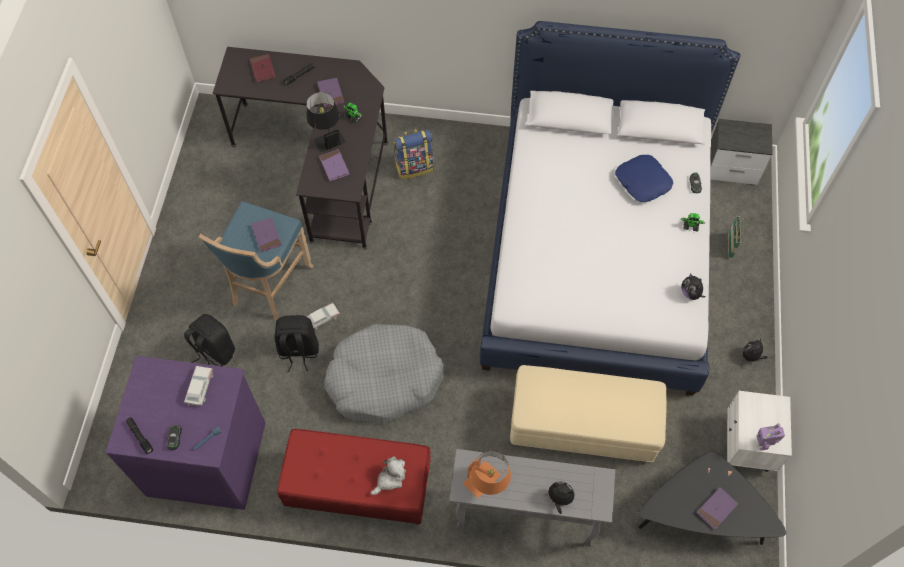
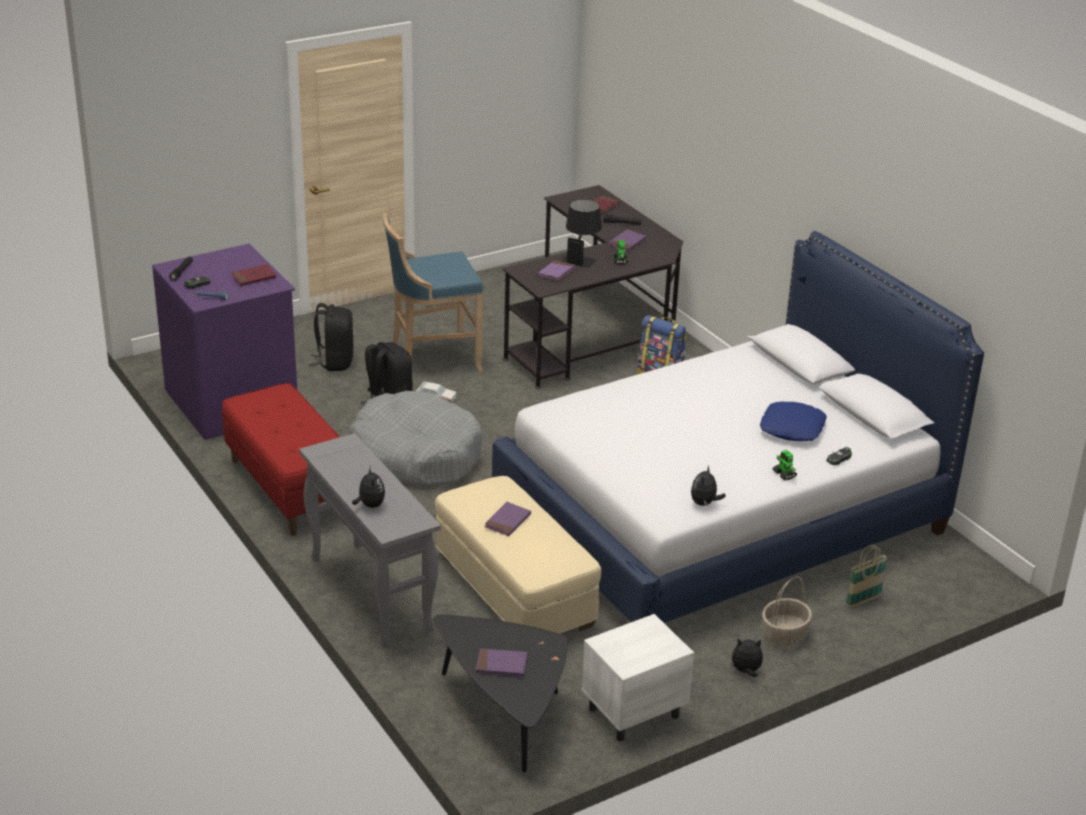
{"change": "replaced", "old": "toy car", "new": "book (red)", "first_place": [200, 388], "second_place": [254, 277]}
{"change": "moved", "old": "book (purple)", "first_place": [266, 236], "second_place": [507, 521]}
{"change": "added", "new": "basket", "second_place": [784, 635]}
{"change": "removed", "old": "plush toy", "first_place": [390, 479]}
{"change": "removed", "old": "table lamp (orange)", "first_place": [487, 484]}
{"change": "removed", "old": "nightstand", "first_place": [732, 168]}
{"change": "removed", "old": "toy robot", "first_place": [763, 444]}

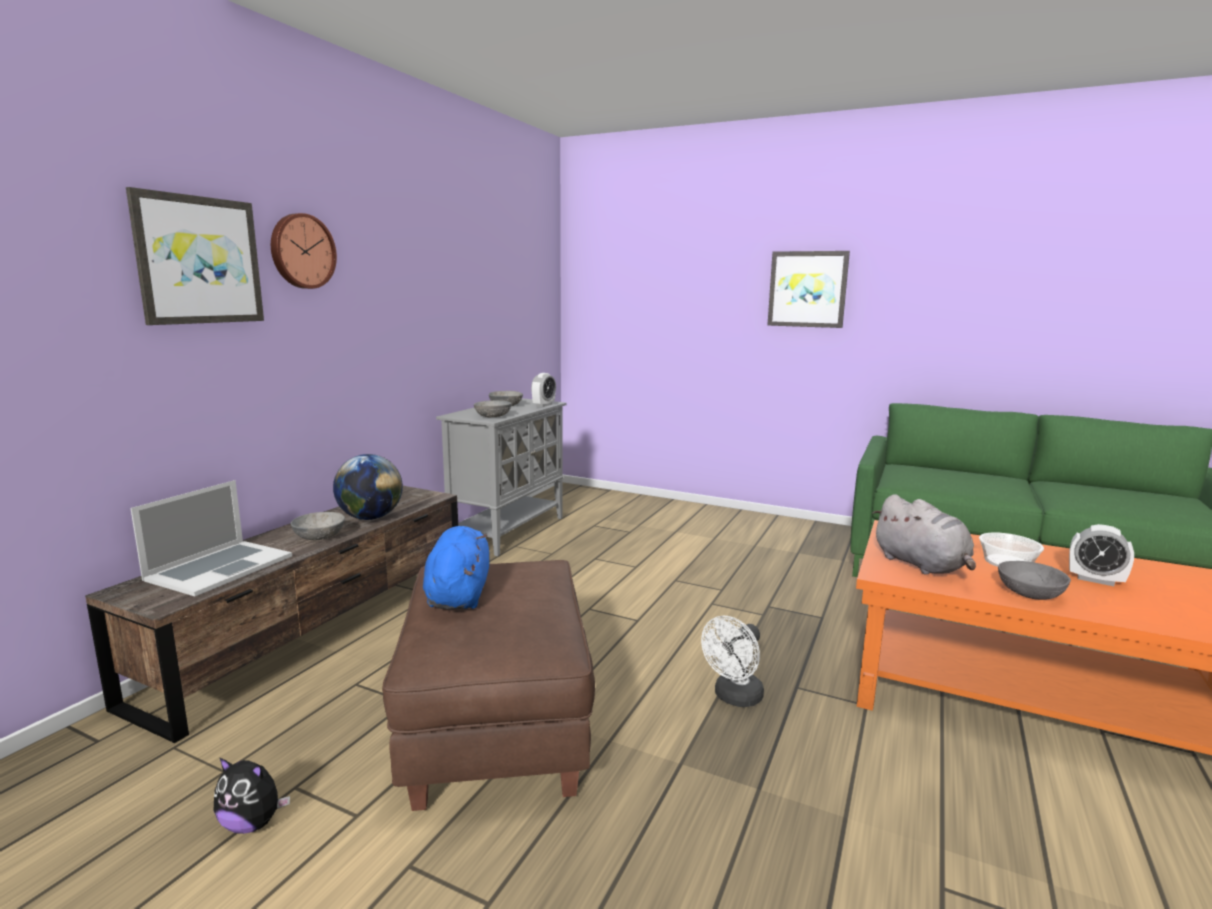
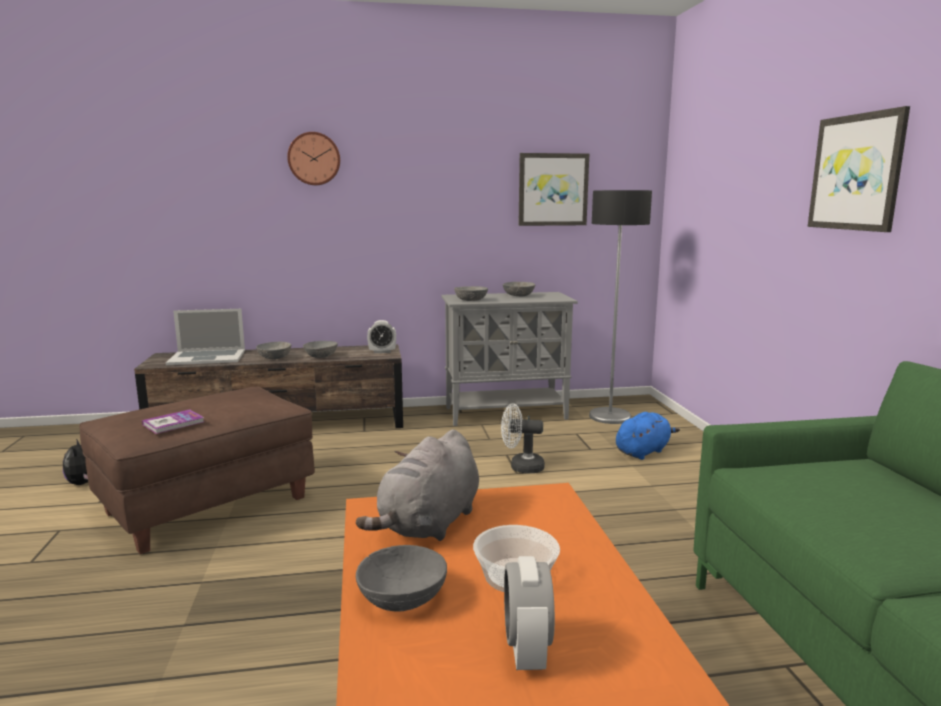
{"change": "added", "new": "book", "second_place": [173, 423]}
{"change": "replaced", "old": "globe", "new": "bowl (grey)", "first_place": [370, 518], "second_place": [321, 356]}
{"change": "moved", "old": "alarm clock", "first_place": [543, 405], "second_place": [382, 352]}
{"change": "moved", "old": "fan (white)", "first_place": [734, 698], "second_place": [521, 467]}
{"change": "moved", "old": "picture", "first_place": [198, 260], "second_place": [553, 189]}
{"change": "added", "new": "floor lamp", "second_place": [610, 416]}
{"change": "moved", "old": "plush toy (blue)", "first_place": [458, 594], "second_place": [643, 451]}

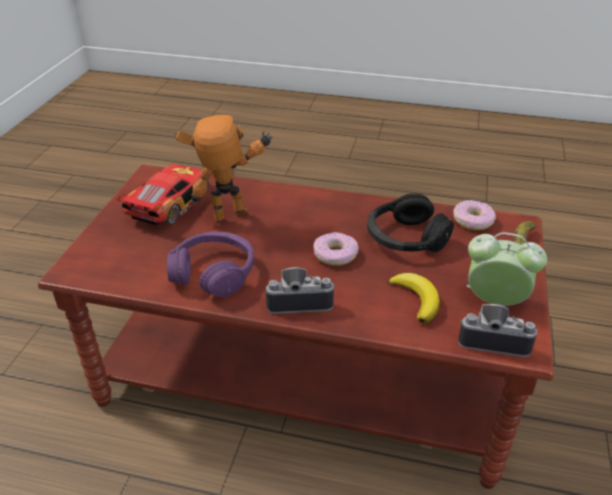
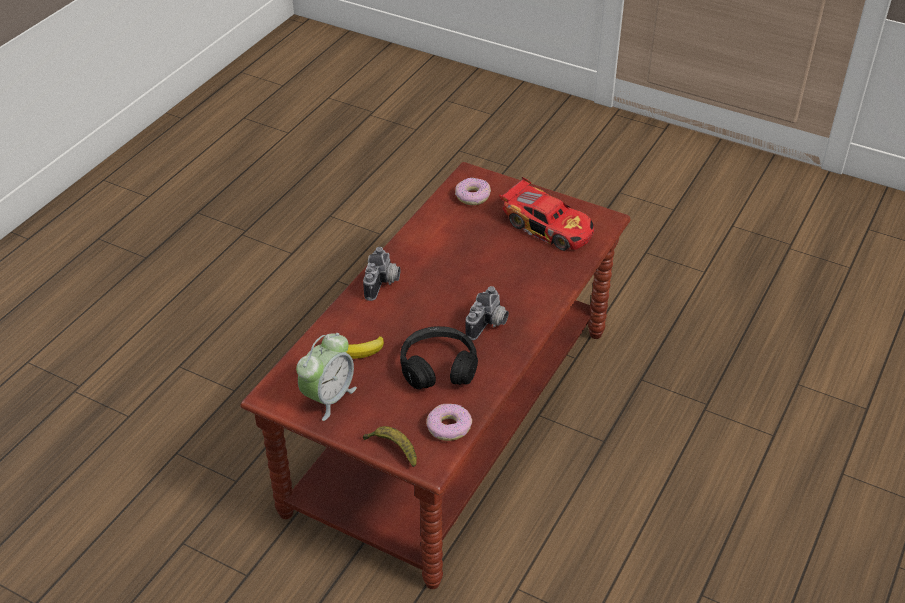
{"change": "moved", "old": "donut", "first_place": [335, 255], "second_place": [472, 196]}
{"change": "moved", "old": "photo camera", "first_place": [493, 339], "second_place": [489, 325]}
{"change": "removed", "old": "headphones (purple)", "first_place": [214, 273]}
{"change": "removed", "old": "toy robot", "first_place": [233, 219]}

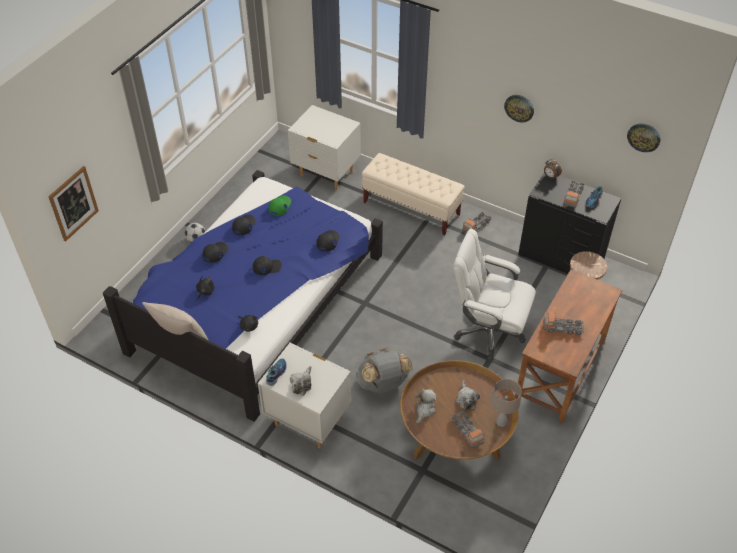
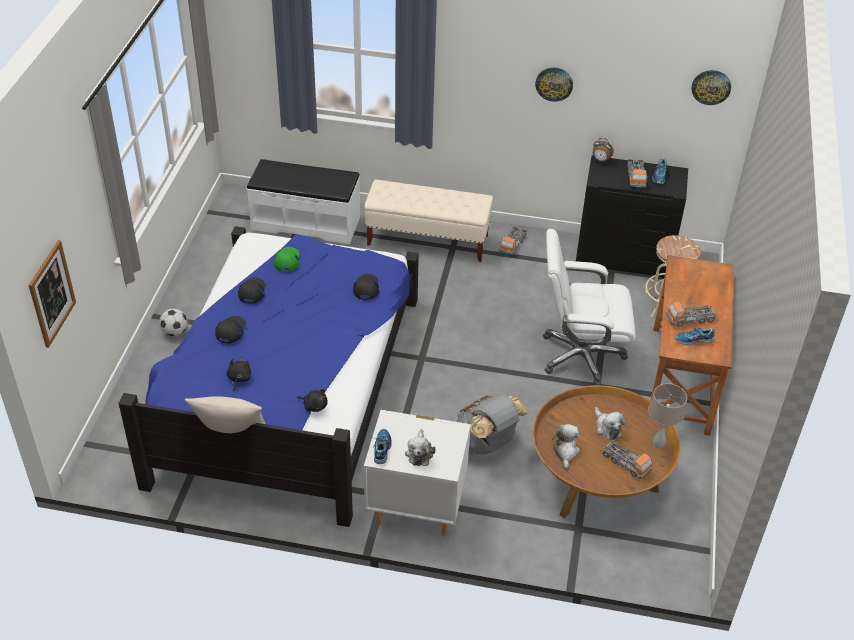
{"change": "replaced", "old": "nightstand (white)", "new": "bench (white)", "first_place": [326, 174], "second_place": [306, 222]}
{"change": "added", "new": "shoe", "second_place": [694, 340]}
{"change": "removed", "old": "cap (black)", "first_place": [267, 267]}

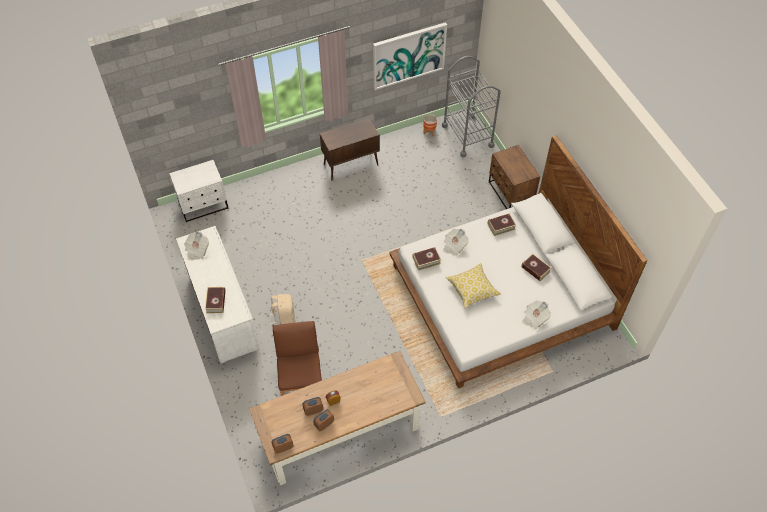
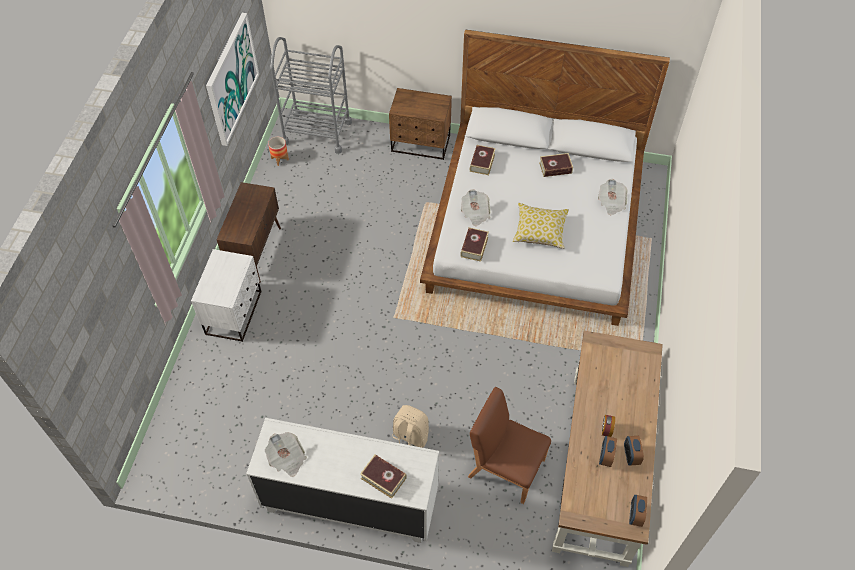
{"change": "moved", "old": "nightstand (white)", "first_place": [203, 205], "second_place": [234, 312]}

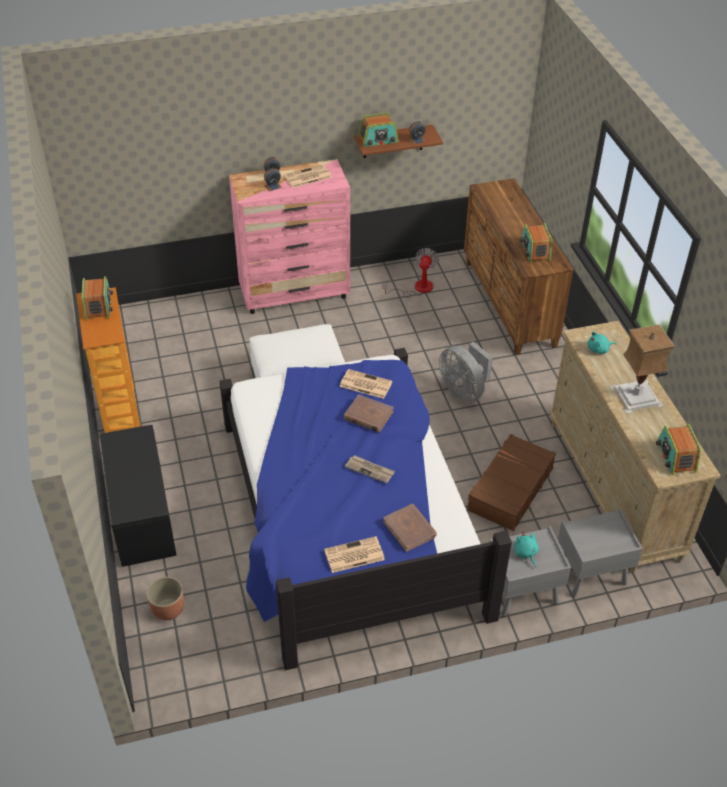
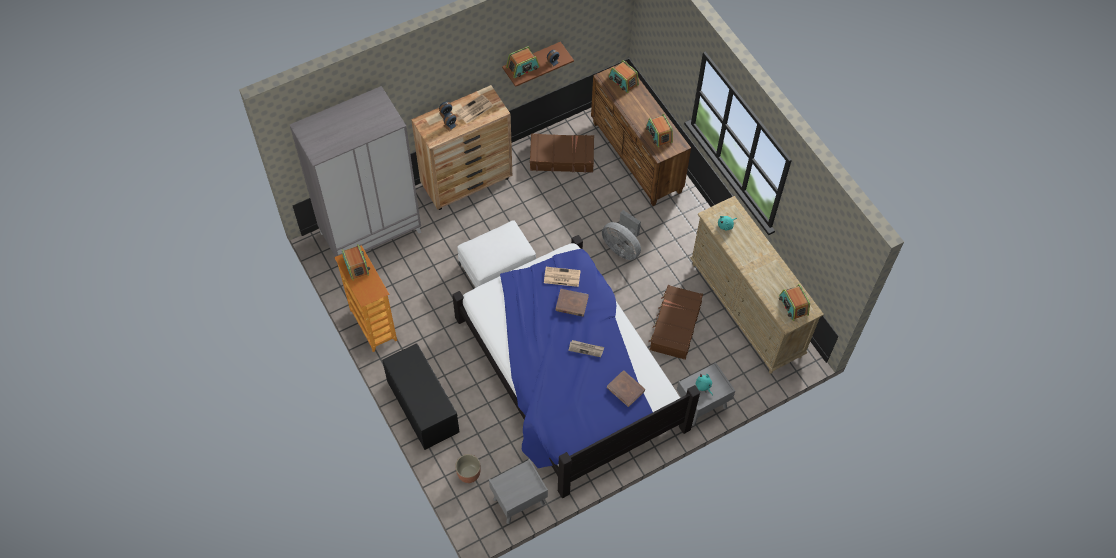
{"change": "added", "new": "wardrobe (grey)", "second_place": [371, 232]}
{"change": "recoloured", "old": "dresser (pink)", "new": "dresser (brown)", "first_place": [295, 293], "second_place": [467, 182]}
{"change": "moved", "old": "nightstand (grey)", "first_place": [590, 575], "second_place": [518, 502]}
{"change": "replaced", "old": "fan", "new": "suitcase (brown)", "first_place": [417, 288], "second_place": [561, 157]}
{"change": "added", "new": "radio", "second_place": [623, 81]}
{"change": "removed", "old": "newspaper", "first_place": [353, 555]}
{"change": "removed", "old": "table lamp", "first_place": [635, 397]}

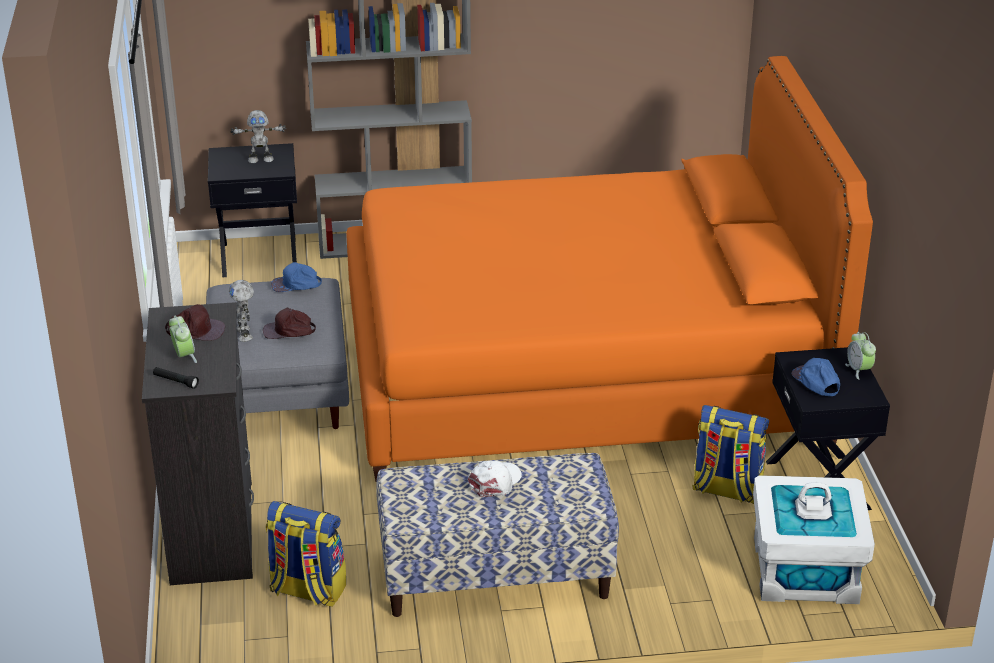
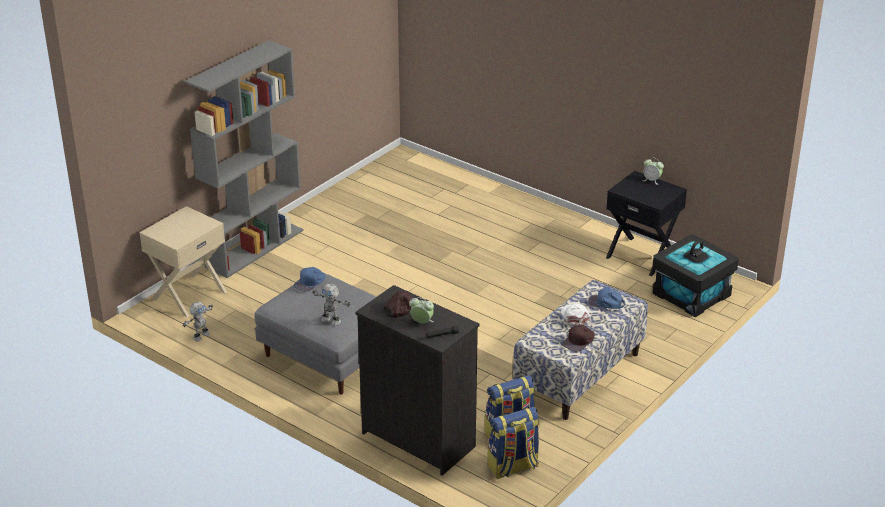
{"change": "recoloured", "old": "nightstand (black)", "new": "nightstand (beige)", "first_place": [259, 256], "second_place": [188, 295]}
{"change": "moved", "old": "toy robot", "first_place": [260, 159], "second_place": [200, 336]}
{"change": "moved", "old": "backpack", "first_place": [726, 490], "second_place": [513, 467]}
{"change": "moved", "old": "cap (brown)", "first_place": [289, 331], "second_place": [579, 341]}
{"change": "moved", "old": "cap (blue)", "first_place": [816, 382], "second_place": [606, 303]}
{"change": "recoloured", "old": "storage box (white)", "new": "storage box (black)", "first_place": [805, 570], "second_place": [692, 294]}
{"change": "removed", "old": "bed (orange)", "first_place": [581, 369]}

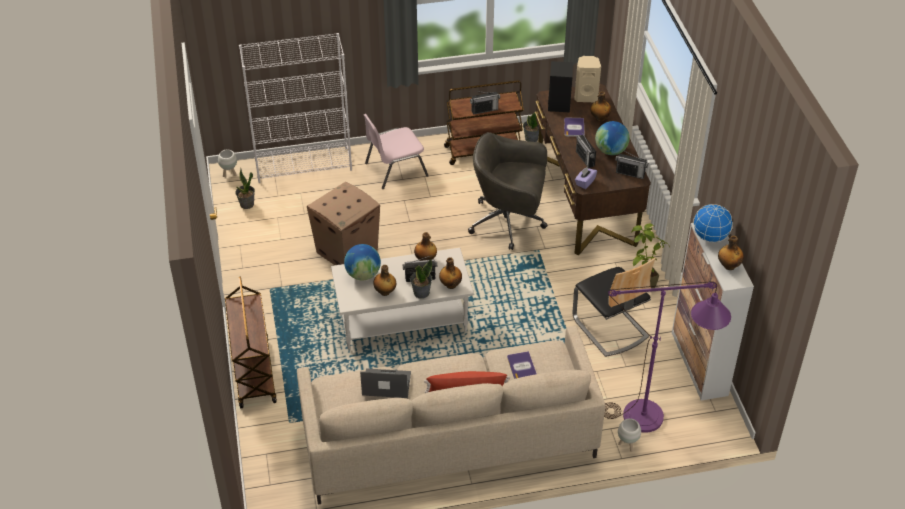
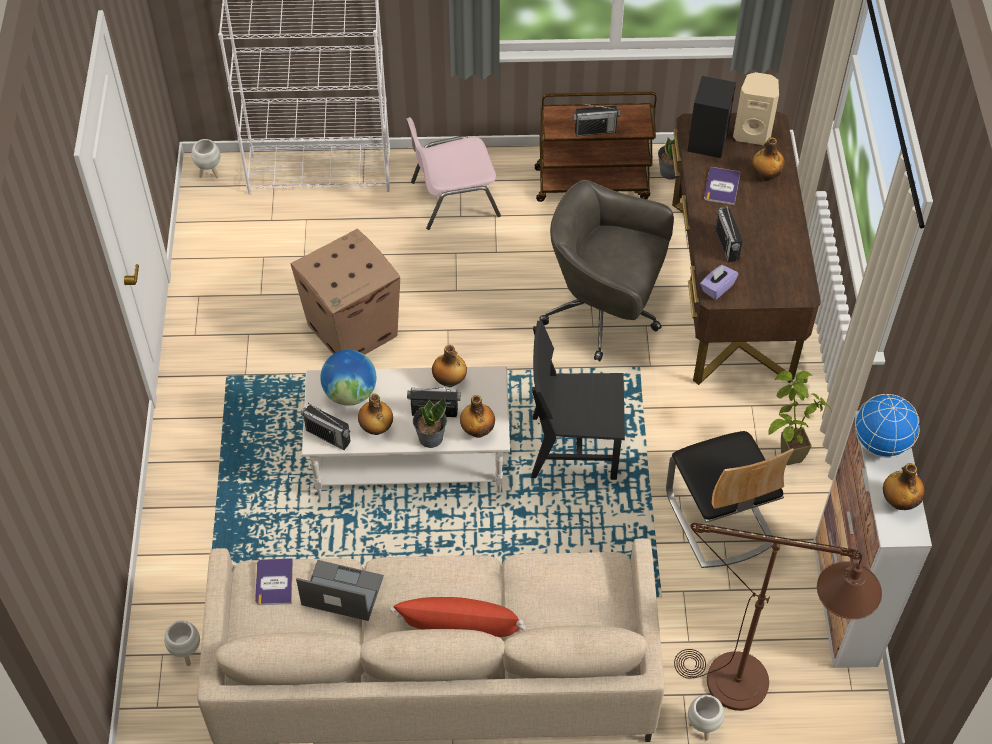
{"change": "added", "new": "planter (white)", "second_place": [187, 654]}
{"change": "moved", "old": "book", "first_place": [521, 366], "second_place": [274, 582]}
{"change": "moved", "old": "radio", "first_place": [630, 173], "second_place": [328, 436]}
{"change": "added", "new": "chair (black)", "second_place": [573, 448]}
{"change": "recoloured", "old": "floor lamp (purple)", "new": "floor lamp (brown)", "first_place": [655, 418], "second_place": [755, 688]}
{"change": "removed", "old": "cart (brown)", "first_place": [253, 372]}
{"change": "removed", "old": "potted plant", "first_place": [247, 204]}
{"change": "removed", "old": "globe", "first_place": [611, 151]}

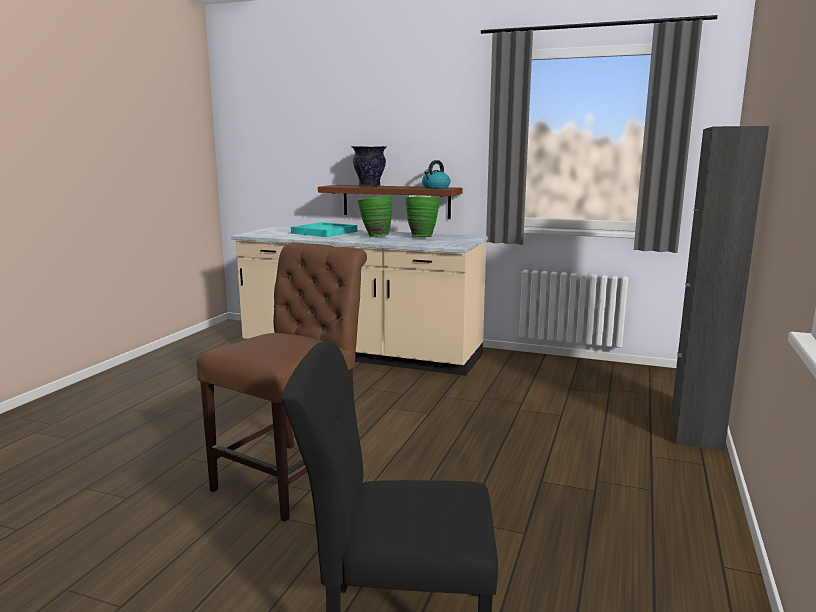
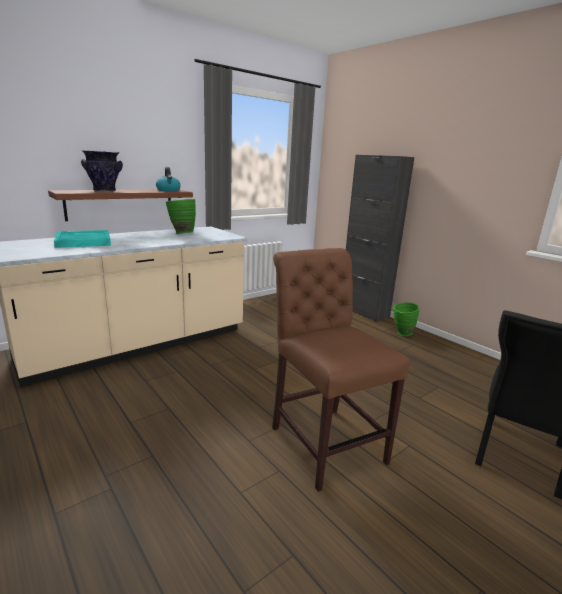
{"change": "moved", "old": "vase (green)", "first_place": [374, 237], "second_place": [401, 334]}

